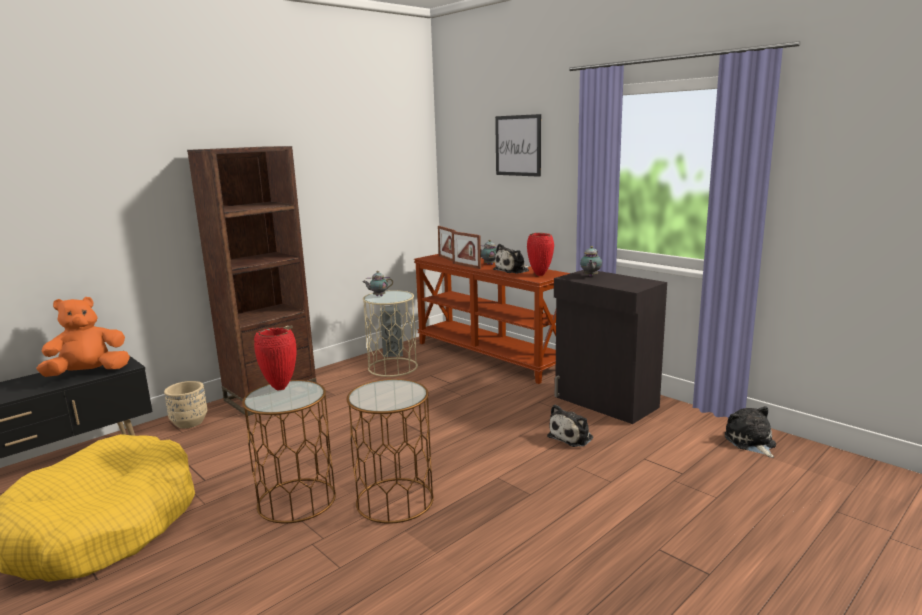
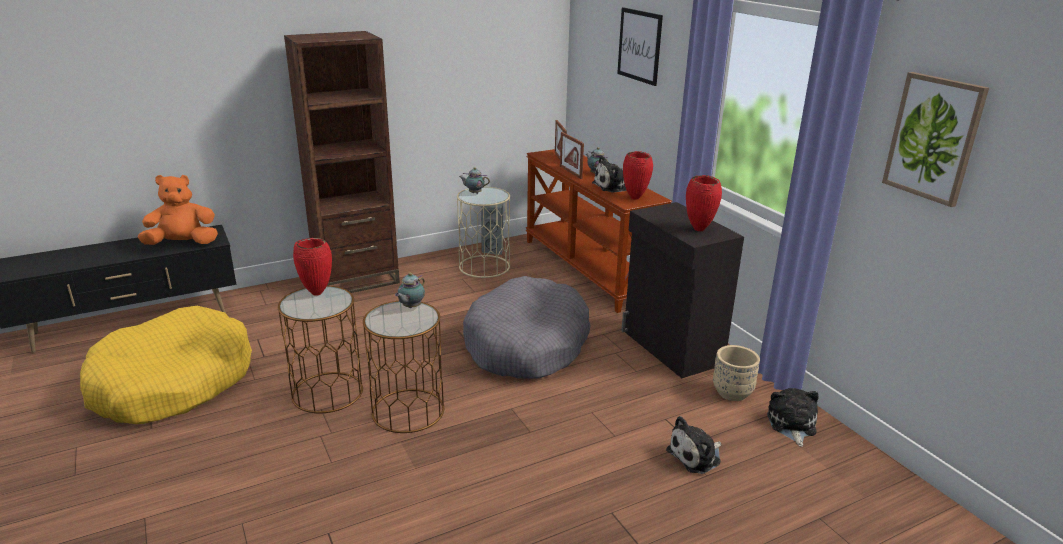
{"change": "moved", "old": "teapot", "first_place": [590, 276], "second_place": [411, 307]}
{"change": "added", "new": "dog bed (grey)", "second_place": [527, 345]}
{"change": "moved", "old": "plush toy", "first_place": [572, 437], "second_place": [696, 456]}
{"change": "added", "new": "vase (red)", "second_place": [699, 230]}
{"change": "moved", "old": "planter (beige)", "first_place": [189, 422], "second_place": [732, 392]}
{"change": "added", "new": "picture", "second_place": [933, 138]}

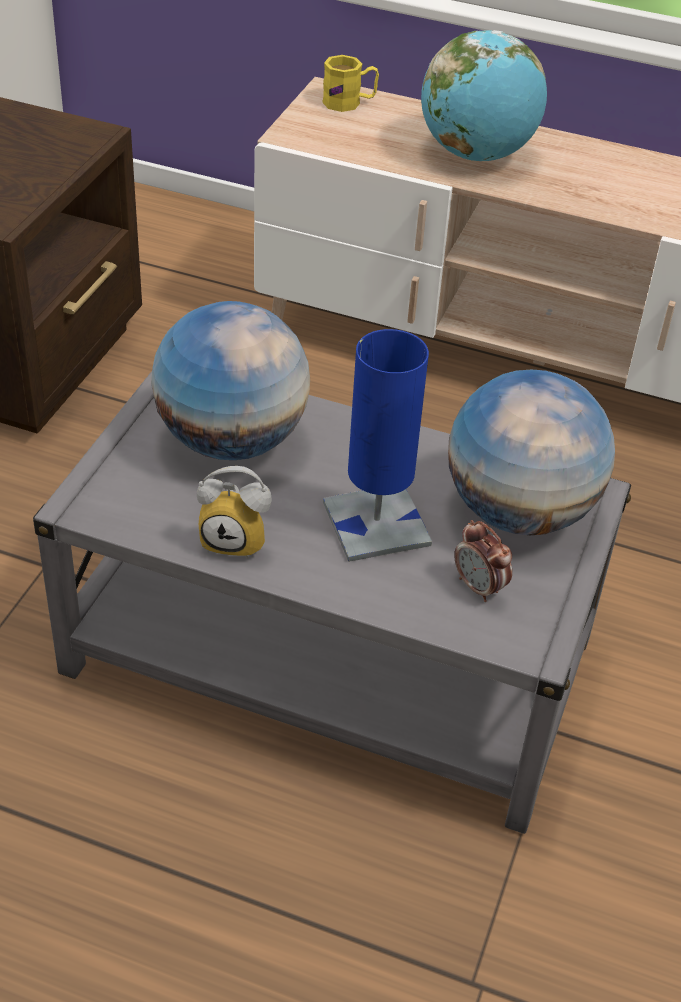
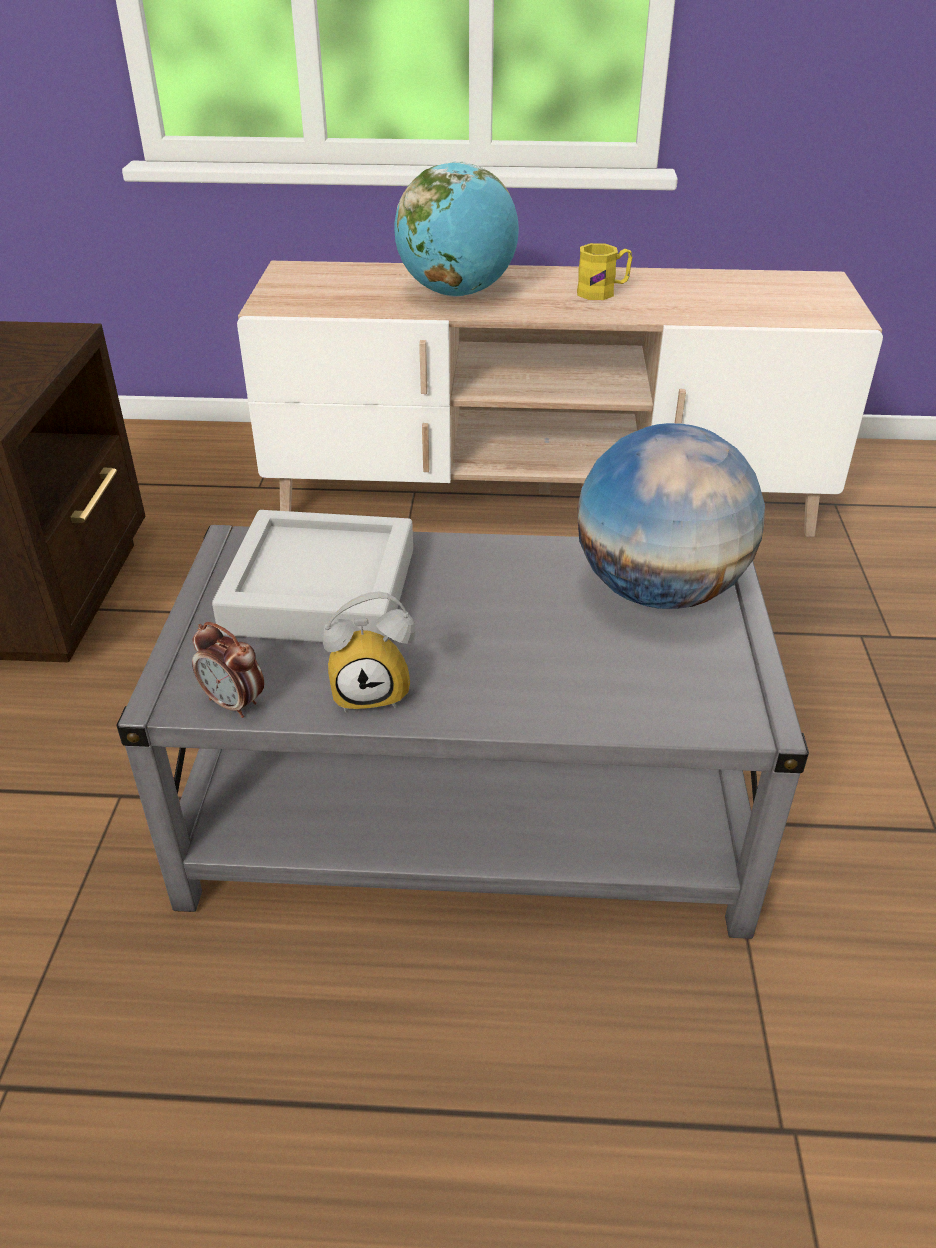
{"change": "moved", "old": "alarm clock", "first_place": [479, 587], "second_place": [234, 704]}
{"change": "replaced", "old": "globe", "new": "tray (grey)", "first_place": [231, 440], "second_place": [320, 591]}
{"change": "moved", "old": "mug (yellow)", "first_place": [349, 103], "second_place": [603, 292]}
{"change": "removed", "old": "table lamp (blue)", "first_place": [376, 524]}

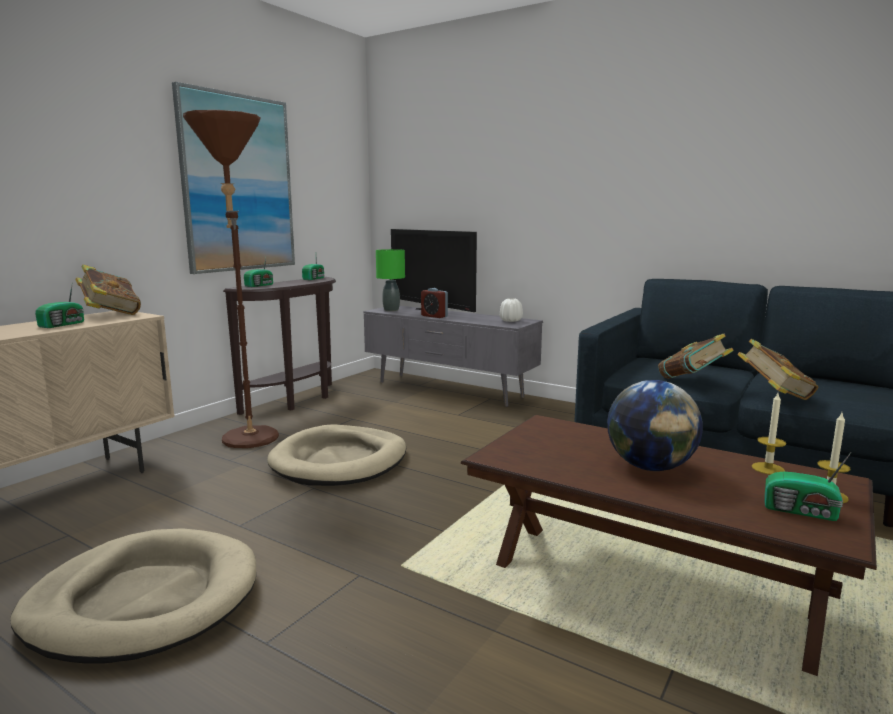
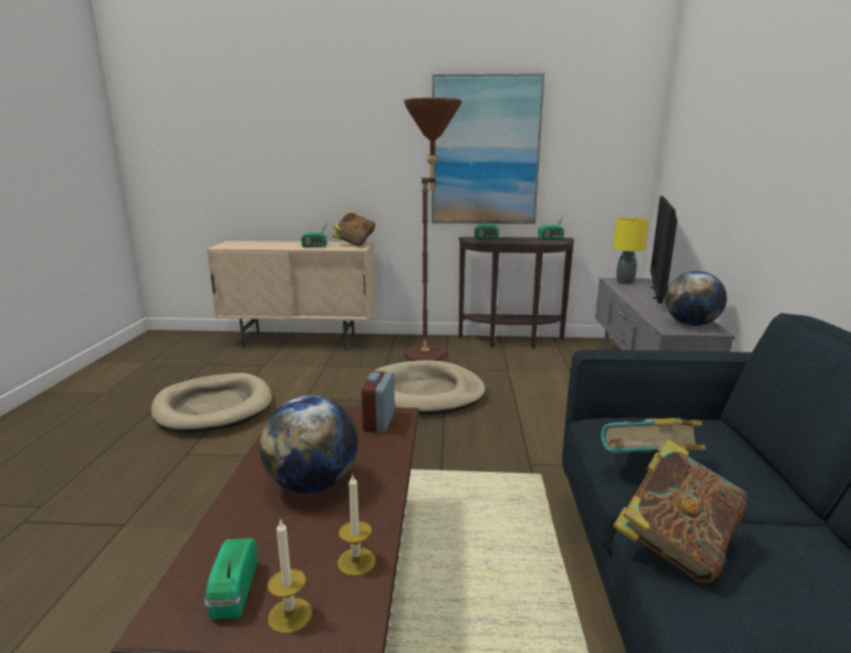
{"change": "moved", "old": "alarm clock", "first_place": [434, 316], "second_place": [379, 421]}
{"change": "recoloured", "old": "table lamp (green)", "new": "table lamp (yellow)", "first_place": [391, 310], "second_place": [625, 282]}
{"change": "replaced", "old": "vase (white)", "new": "globe", "first_place": [510, 320], "second_place": [691, 324]}

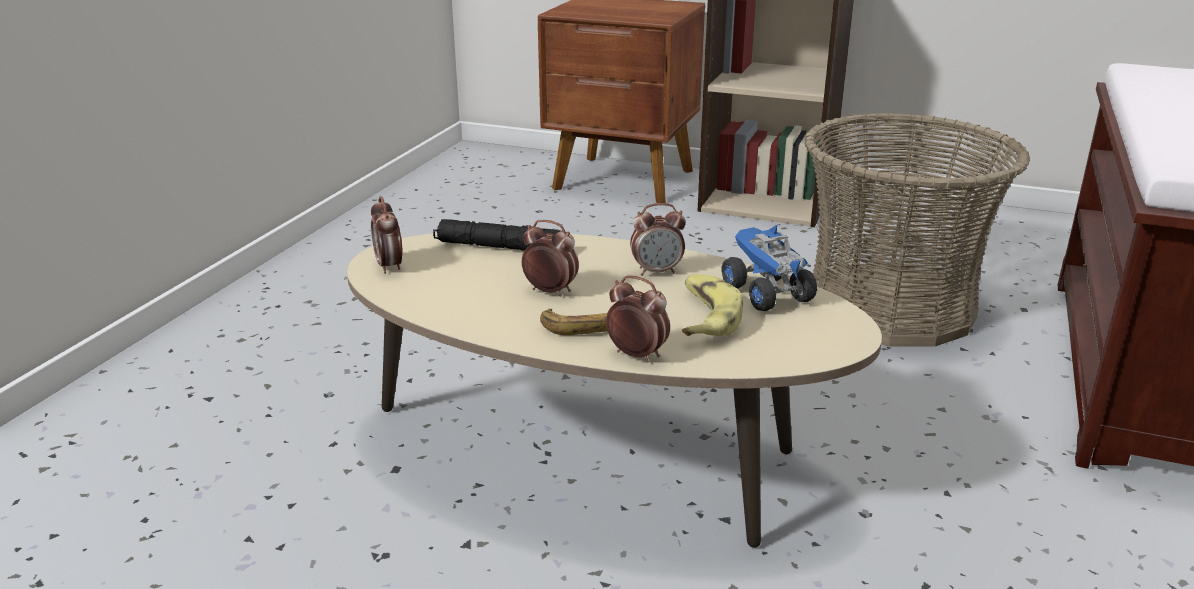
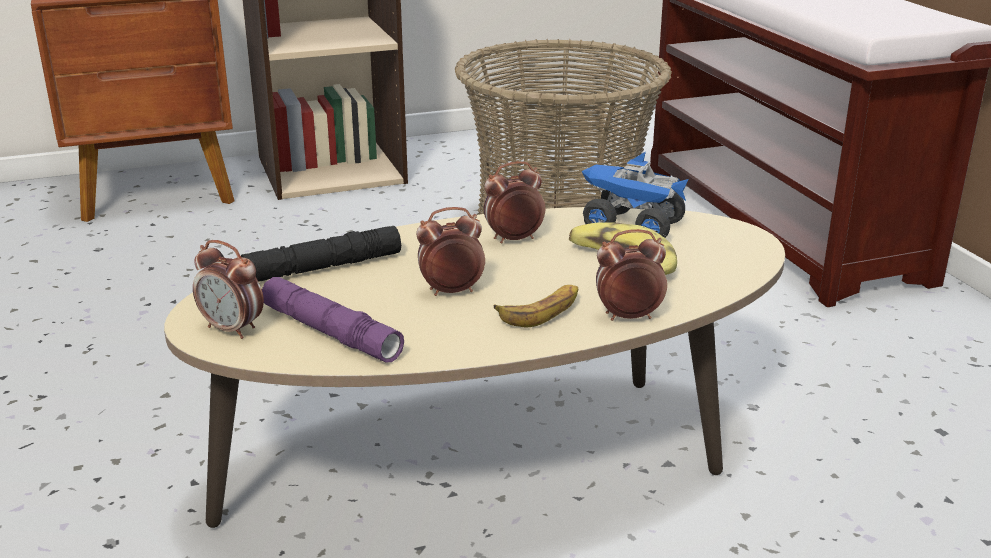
{"change": "added", "new": "flashlight (purple)", "second_place": [329, 332]}
{"change": "turned", "old": "alarm clock", "first_place": [657, 271], "second_place": [513, 239], "degrees": -150}

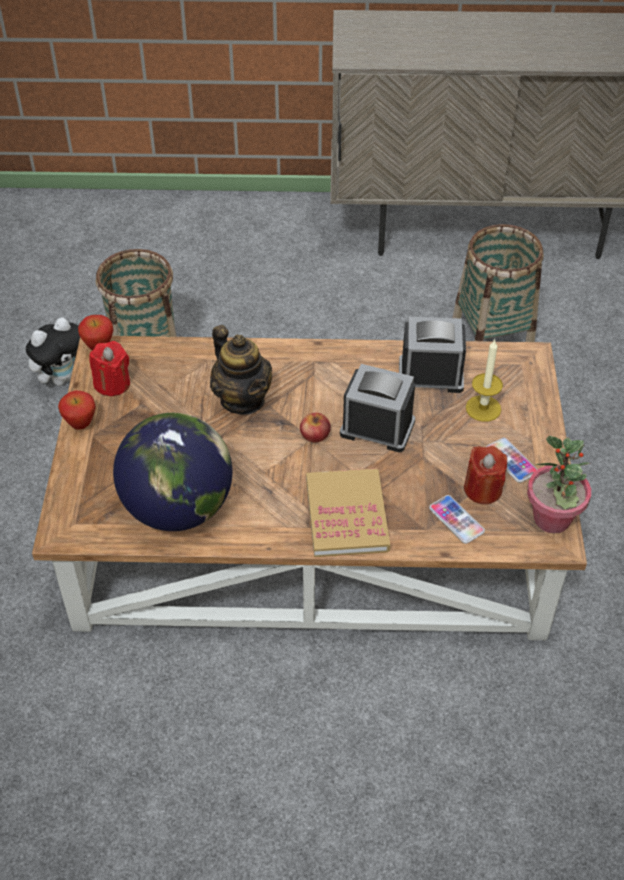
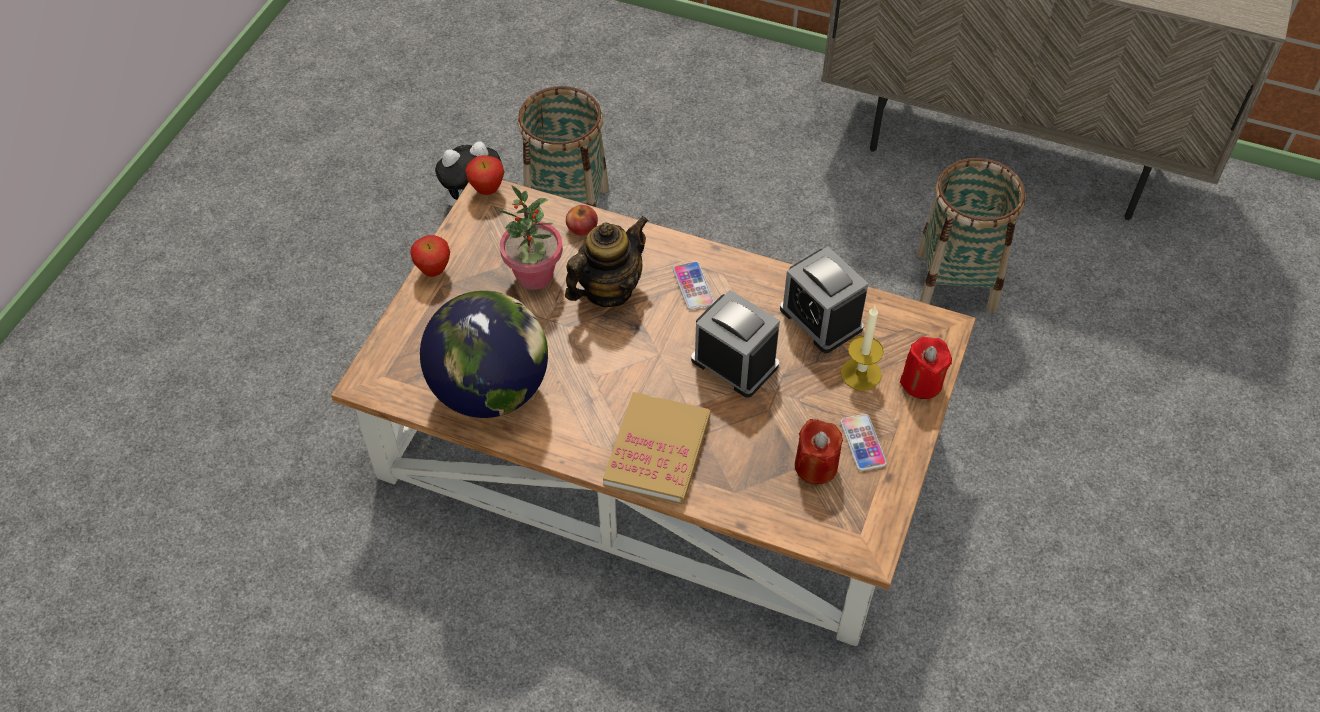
{"change": "moved", "old": "potted plant", "first_place": [552, 519], "second_place": [534, 276]}
{"change": "turned", "old": "teapot", "first_place": [242, 399], "second_place": [608, 290], "degrees": -120}
{"change": "moved", "old": "apple", "first_place": [315, 434], "second_place": [582, 228]}
{"change": "moved", "old": "phone", "first_place": [456, 520], "second_place": [693, 286]}
{"change": "turned", "old": "alarm clock", "first_place": [430, 375], "second_place": [821, 318], "degrees": -150}
{"change": "moved", "old": "candle (red)", "first_place": [112, 384], "second_place": [921, 382]}

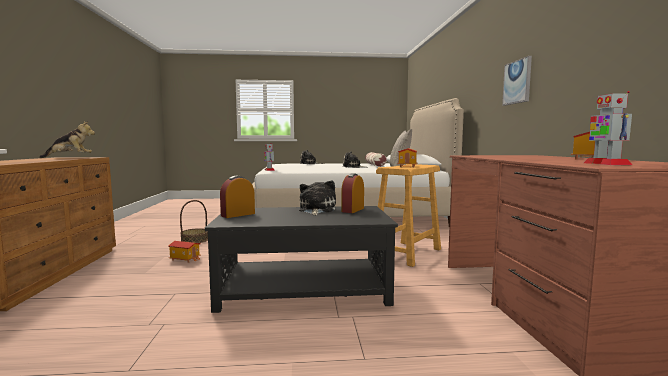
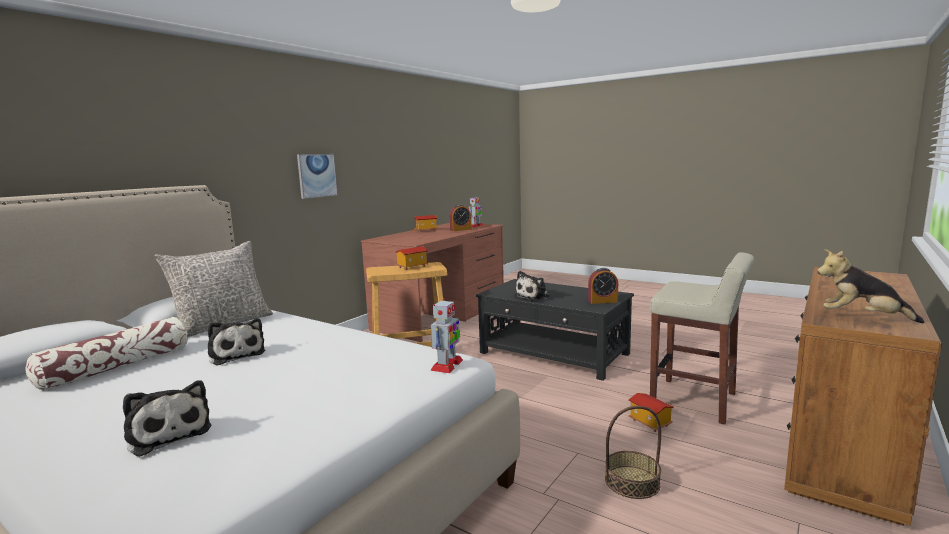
{"change": "moved", "old": "alarm clock", "first_place": [352, 210], "second_place": [460, 230]}
{"change": "added", "new": "stool (beige)", "second_place": [695, 401]}

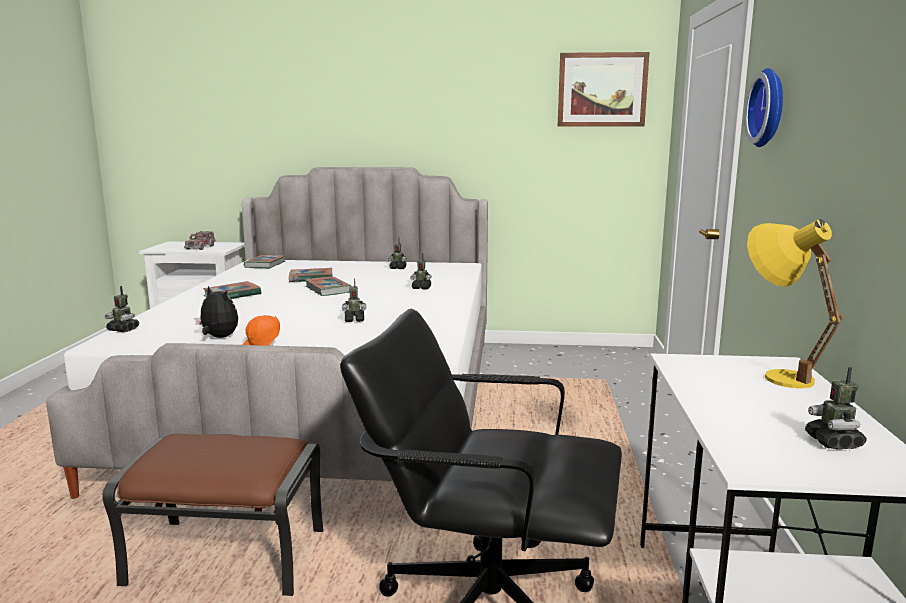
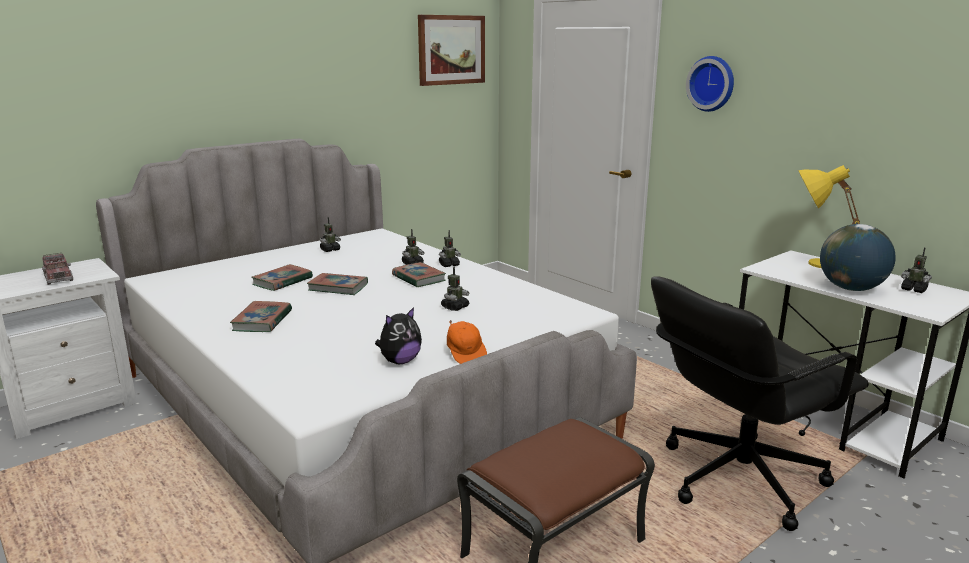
{"change": "turned", "old": "plush toy", "first_place": [218, 337], "second_place": [400, 361], "degrees": 150}
{"change": "moved", "old": "book", "first_place": [265, 265], "second_place": [418, 278]}
{"change": "moved", "old": "toy robot", "first_place": [123, 330], "second_place": [449, 265]}
{"change": "added", "new": "globe", "second_place": [851, 289]}

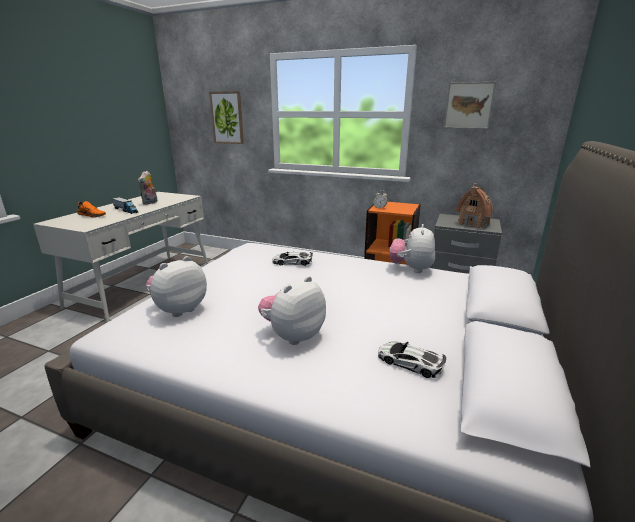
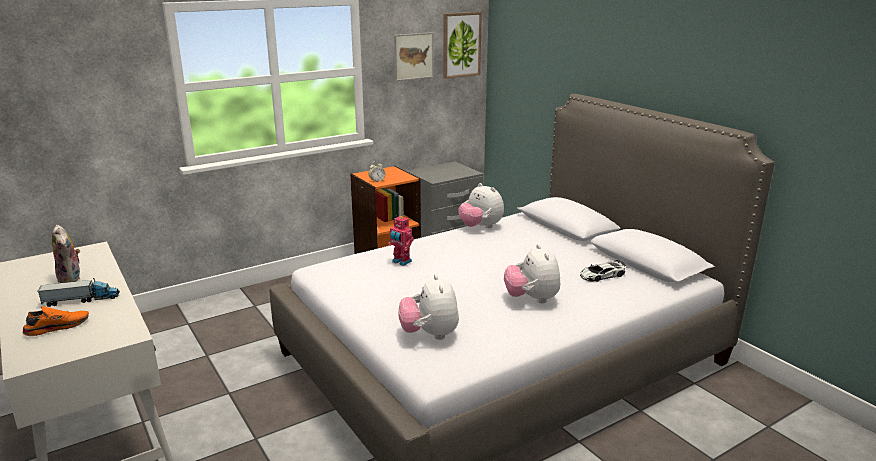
{"change": "replaced", "old": "toy car", "new": "toy robot", "first_place": [292, 262], "second_place": [401, 262]}
{"change": "moved", "old": "picture", "first_place": [227, 118], "second_place": [461, 45]}
{"change": "removed", "old": "toy house", "first_place": [473, 224]}

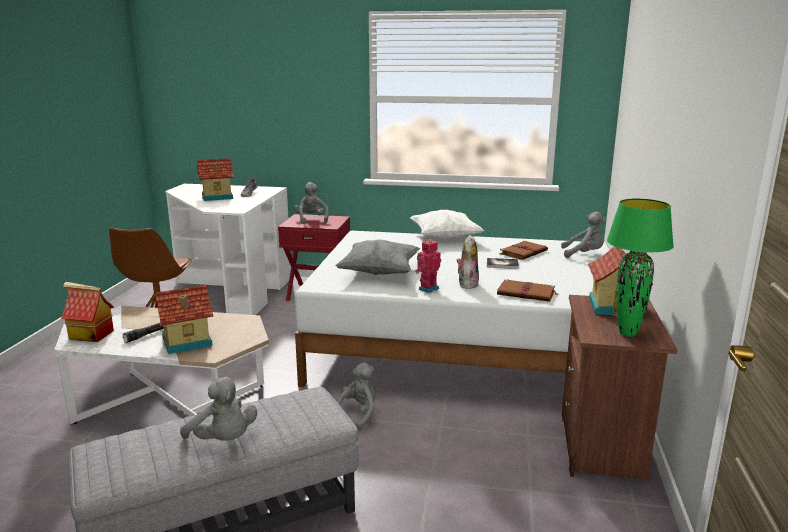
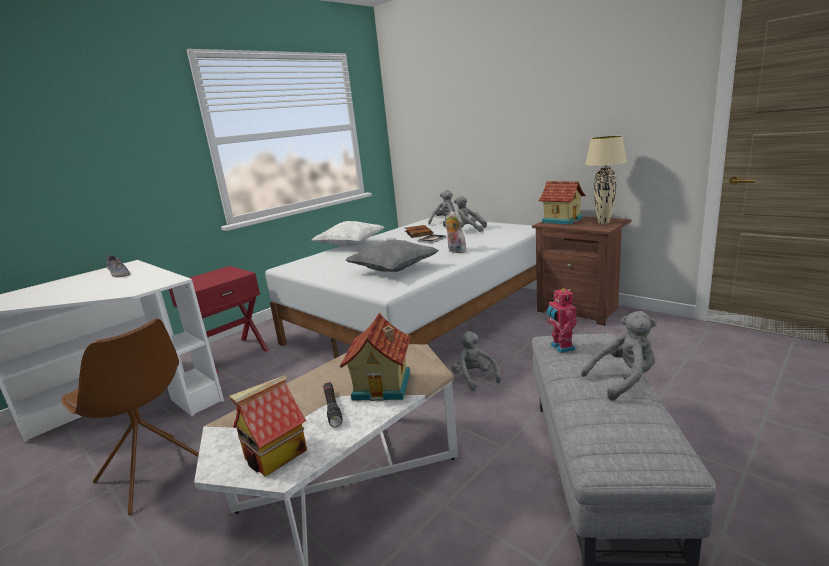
{"change": "moved", "old": "plush toy (grey)", "first_place": [311, 220], "second_place": [468, 230]}
{"change": "moved", "old": "toy robot", "first_place": [427, 288], "second_place": [561, 347]}
{"change": "recoloured", "old": "table lamp (green)", "new": "table lamp (beige)", "first_place": [628, 333], "second_place": [603, 223]}
{"change": "removed", "old": "toy house", "first_place": [217, 197]}
{"change": "removed", "old": "book (brown)", "first_place": [527, 293]}

